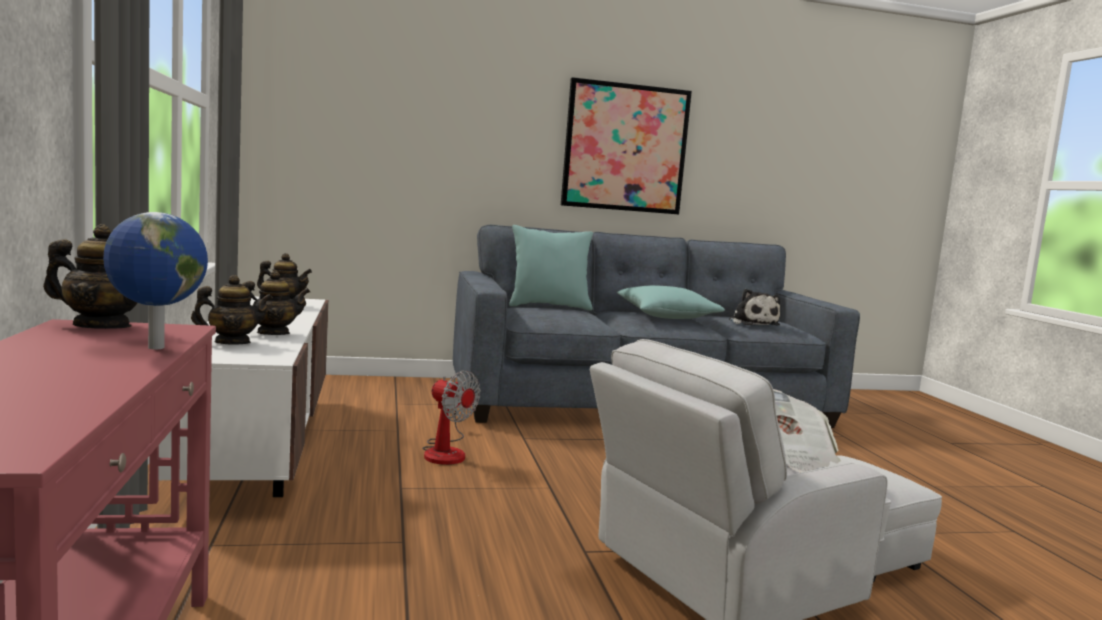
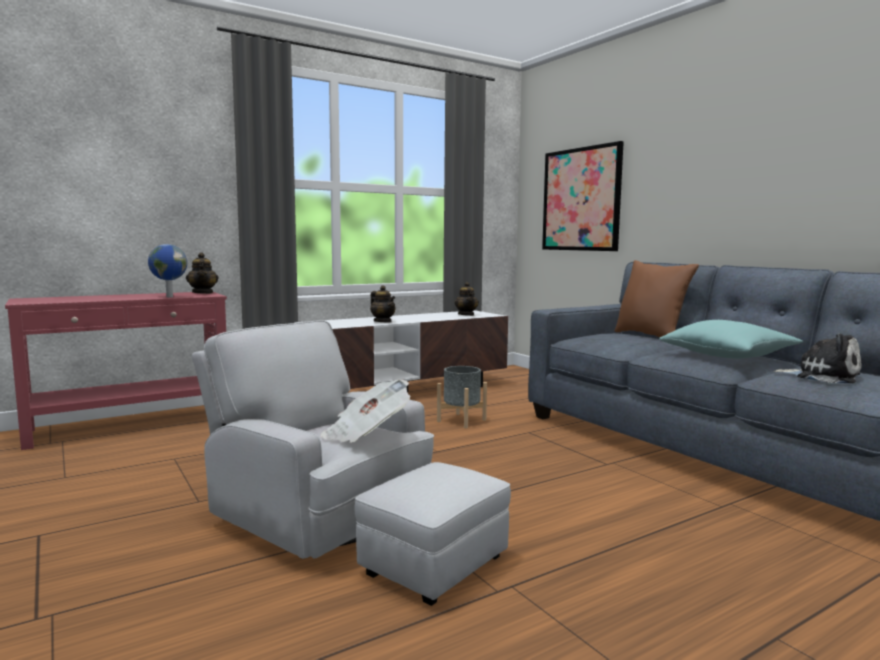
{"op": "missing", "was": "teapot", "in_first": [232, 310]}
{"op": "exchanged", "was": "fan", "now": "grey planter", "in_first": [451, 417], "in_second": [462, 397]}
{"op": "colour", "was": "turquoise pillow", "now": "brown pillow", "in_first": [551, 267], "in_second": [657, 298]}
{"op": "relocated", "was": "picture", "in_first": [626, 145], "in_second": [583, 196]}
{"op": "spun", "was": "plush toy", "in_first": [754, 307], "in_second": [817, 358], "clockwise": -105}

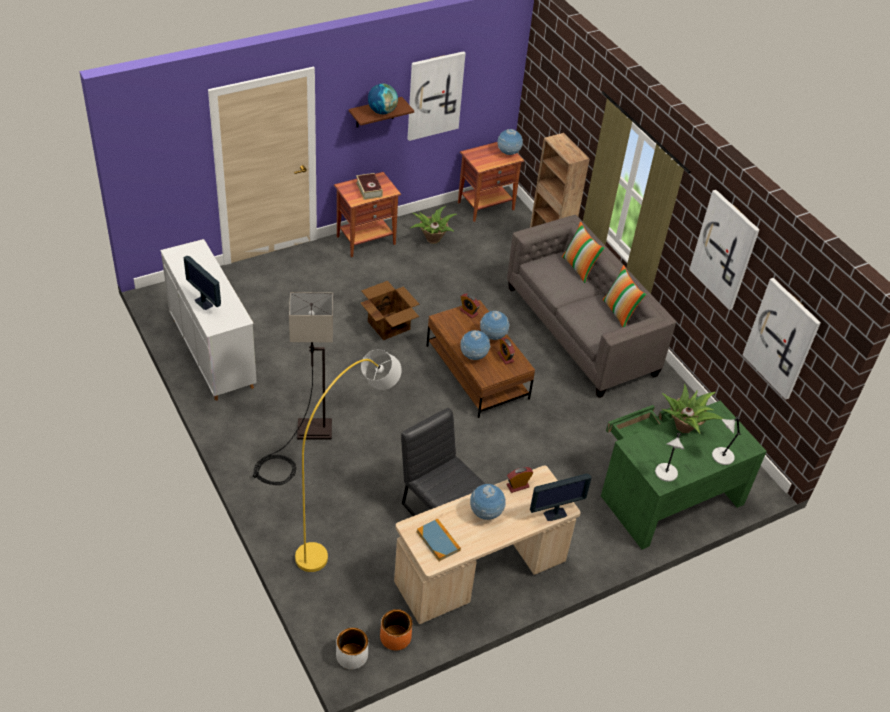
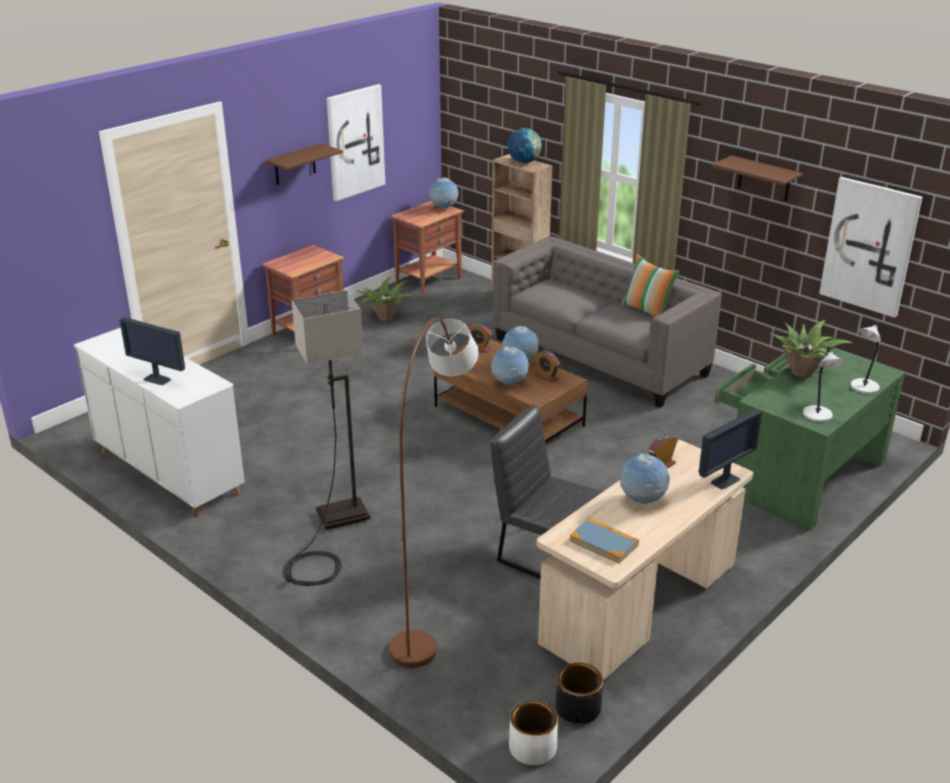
{"op": "colour", "was": "yellow floor lamp", "now": "brown floor lamp", "in_first": [348, 460], "in_second": [434, 493]}
{"op": "missing", "was": "book", "in_first": [369, 186]}
{"op": "missing", "was": "cardboard box", "in_first": [389, 310]}
{"op": "relocated", "was": "globe", "in_first": [383, 99], "in_second": [525, 145]}
{"op": "colour", "was": "orange planter", "now": "black planter", "in_first": [396, 629], "in_second": [579, 693]}
{"op": "missing", "was": "pillow", "in_first": [583, 252]}
{"op": "exchanged", "was": "picture", "now": "brown shelf", "in_first": [724, 250], "in_second": [757, 178]}

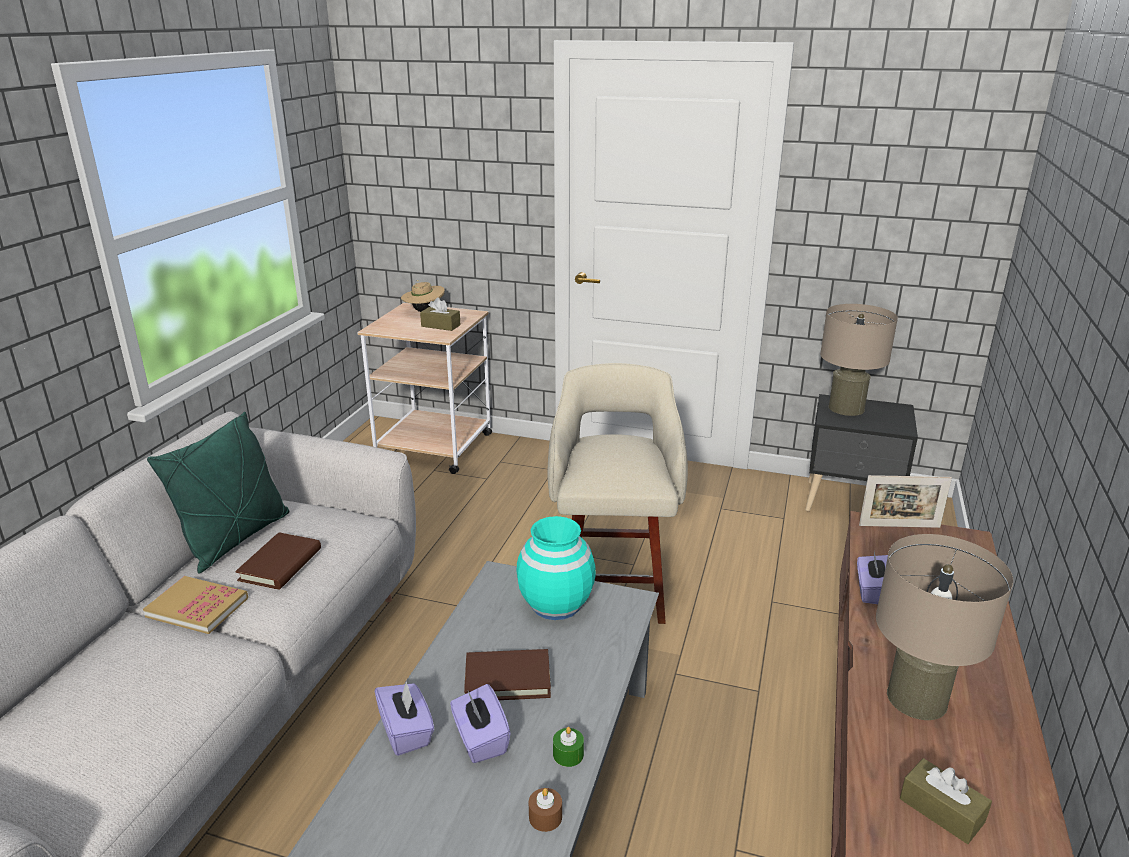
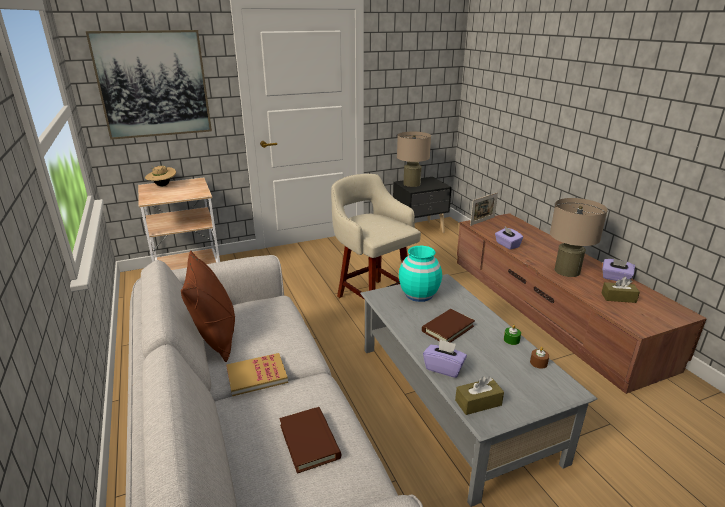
{"op": "colour", "was": "green pillow", "now": "brown pillow", "in_first": [218, 493], "in_second": [208, 306]}
{"op": "relocated", "was": "brown book", "in_first": [278, 561], "in_second": [310, 440]}
{"op": "relocated", "was": "brown tissue box", "in_first": [440, 314], "in_second": [479, 395]}
{"op": "relocated", "was": "purple tissue box", "in_first": [480, 723], "in_second": [618, 270]}
{"op": "appeared", "now": "picture", "in_second": [149, 85]}

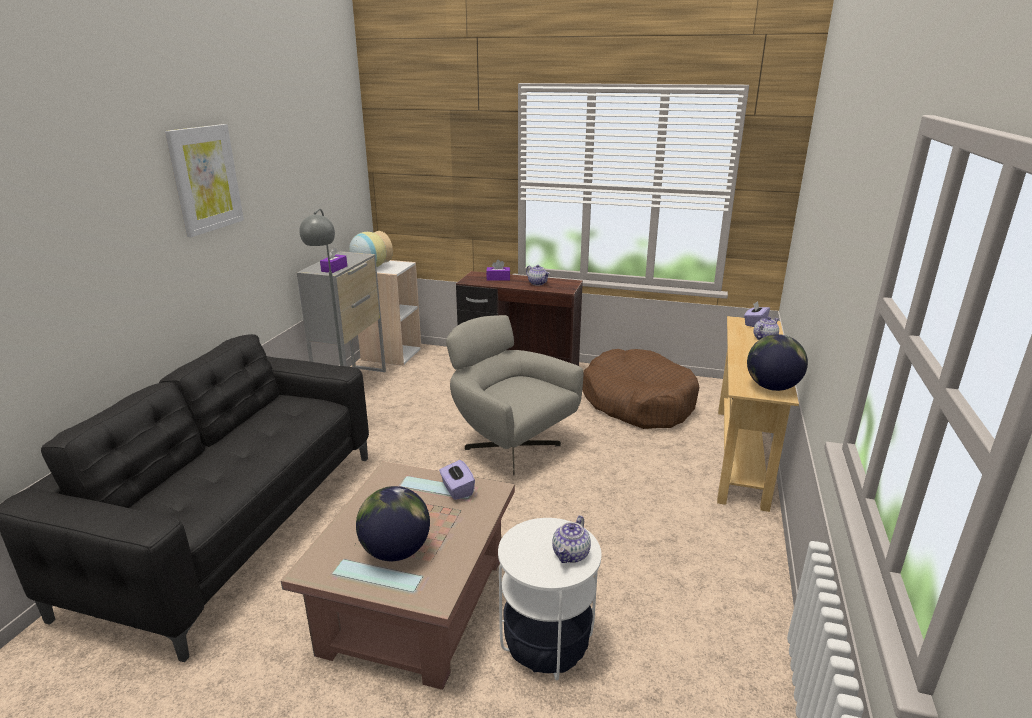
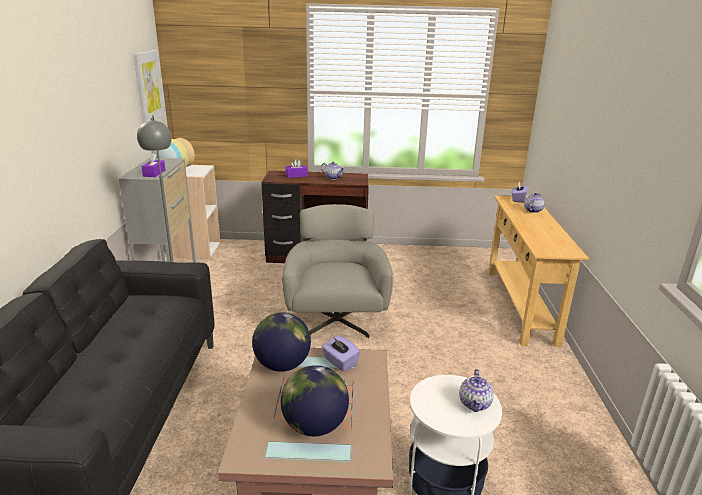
{"op": "relocated", "was": "picture", "in_first": [204, 180], "in_second": [149, 86]}
{"op": "spun", "was": "grey armchair", "in_first": [514, 395], "in_second": [337, 271], "clockwise": 60}
{"op": "missing", "was": "brown dog bed", "in_first": [640, 389]}
{"op": "relocated", "was": "globe", "in_first": [777, 362], "in_second": [281, 342]}

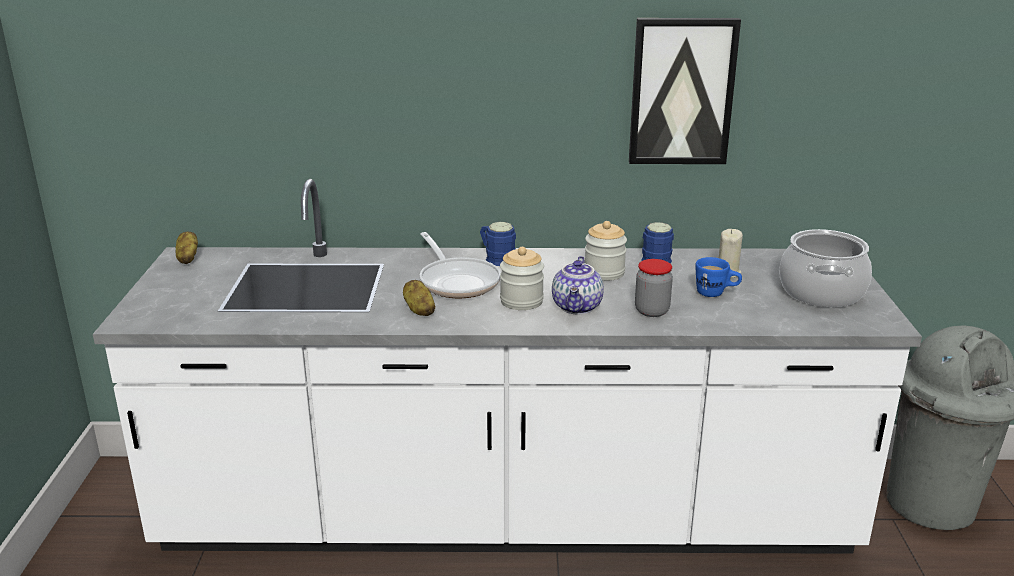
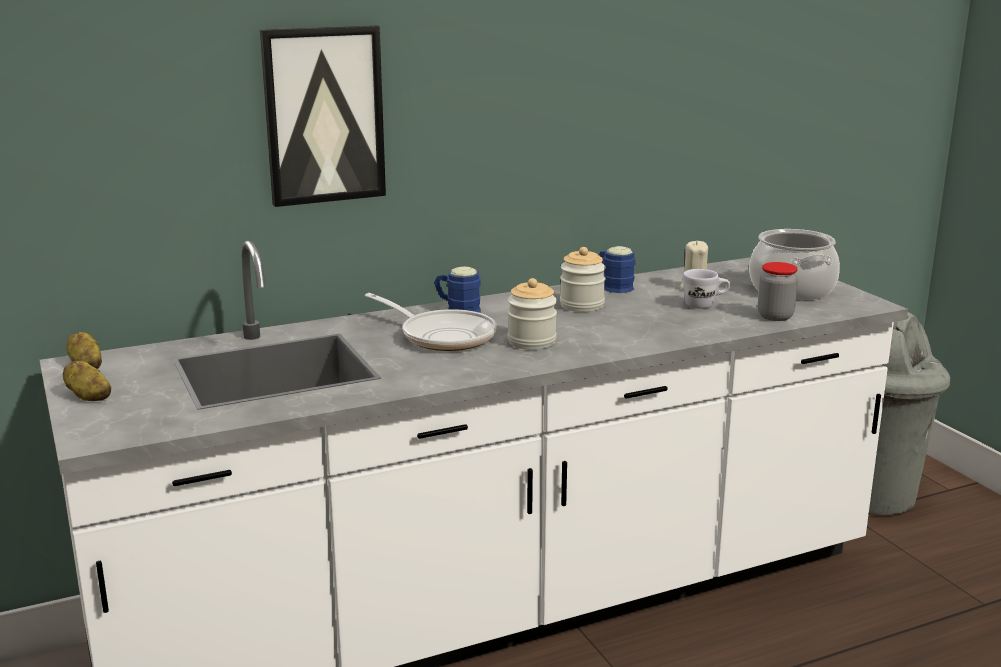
{"op": "relocated", "was": "potato", "in_first": [419, 298], "in_second": [87, 381]}
{"op": "missing", "was": "teapot", "in_first": [578, 285]}
{"op": "relocated", "was": "picture", "in_first": [685, 91], "in_second": [323, 116]}
{"op": "relocated", "was": "jar", "in_first": [654, 288], "in_second": [778, 291]}
{"op": "colour", "was": "blue mug", "now": "white mug", "in_first": [718, 277], "in_second": [706, 289]}

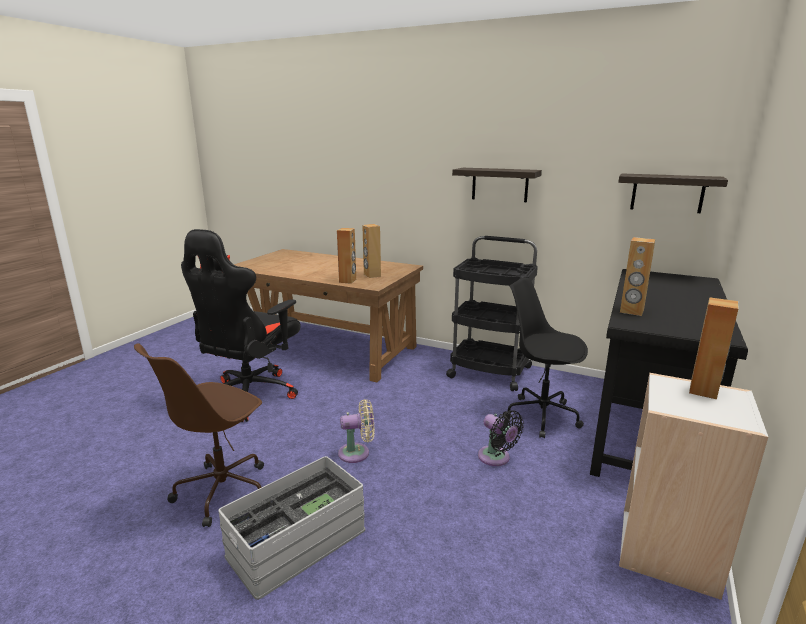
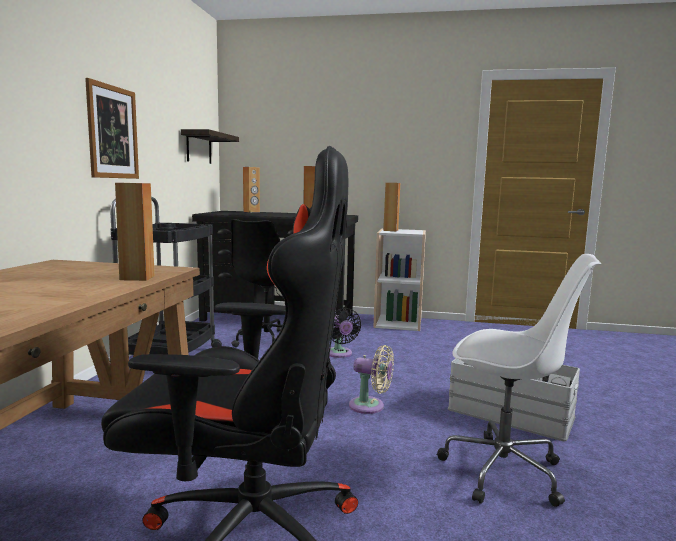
{"op": "colour", "was": "brown office chair", "now": "white office chair", "in_first": [199, 435], "in_second": [519, 380]}
{"op": "spun", "was": "beige fan", "in_first": [356, 431], "in_second": [371, 379], "clockwise": 135}
{"op": "relocated", "was": "brown speaker", "in_first": [371, 251], "in_second": [251, 189]}
{"op": "exchanged", "was": "shelf", "now": "picture", "in_first": [497, 185], "in_second": [112, 128]}
{"op": "spun", "was": "black fan", "in_first": [501, 438], "in_second": [345, 333], "clockwise": 120}

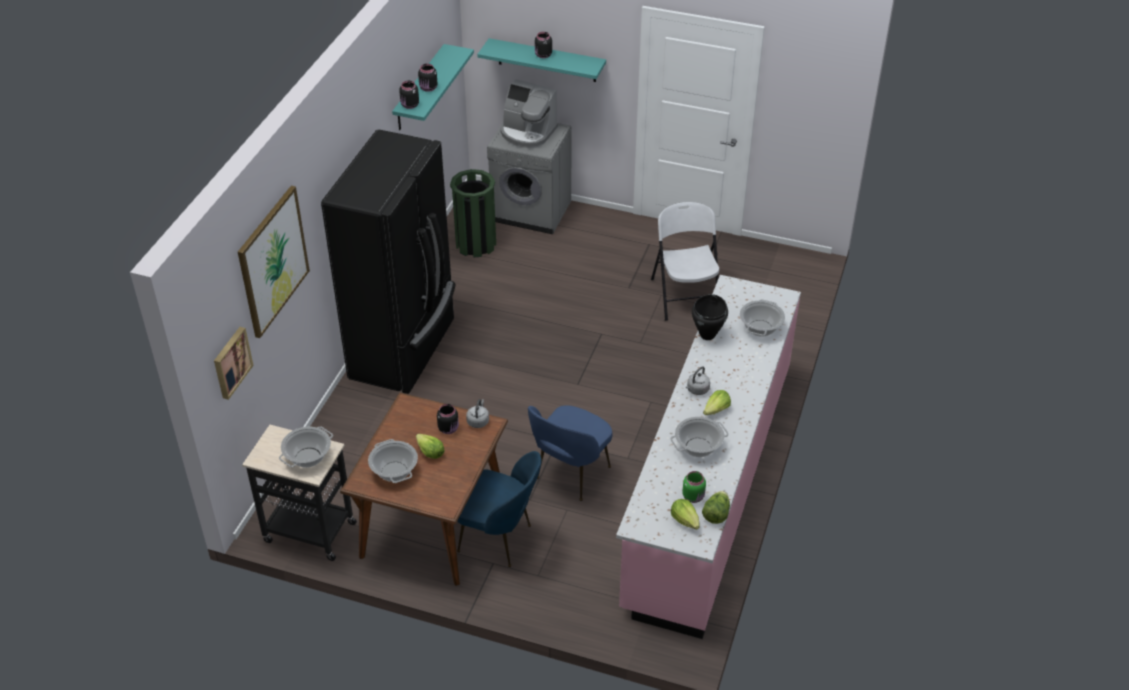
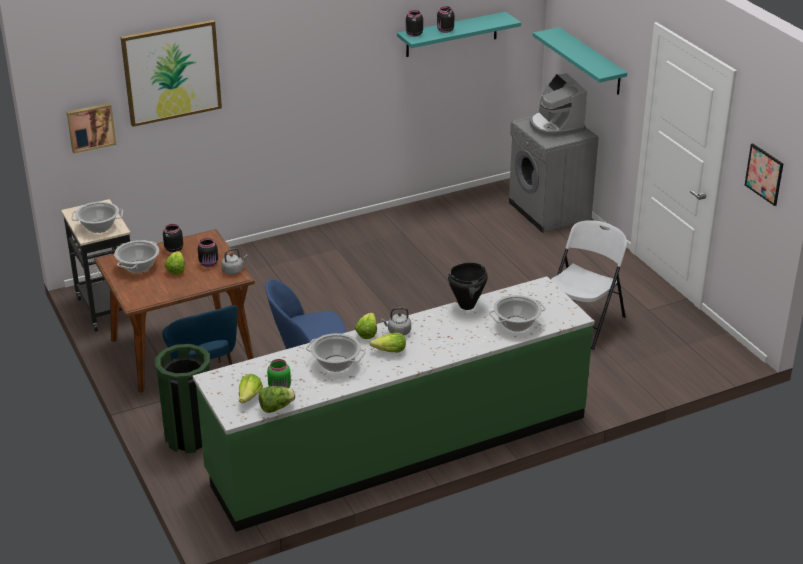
{"op": "missing", "was": "black fridge", "in_first": [388, 261]}
{"op": "relocated", "was": "green trash can", "in_first": [473, 213], "in_second": [182, 398]}
{"op": "relocated", "was": "black jar", "in_first": [543, 45], "in_second": [173, 238]}
{"op": "colour", "was": "pink counter", "now": "green counter", "in_first": [708, 457], "in_second": [393, 404]}
{"op": "appeared", "now": "lettuce", "in_second": [366, 326]}
{"op": "appeared", "now": "picture", "in_second": [764, 174]}

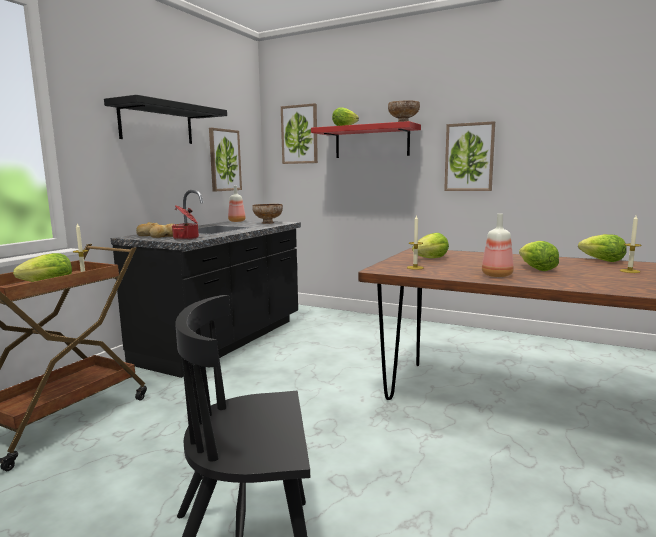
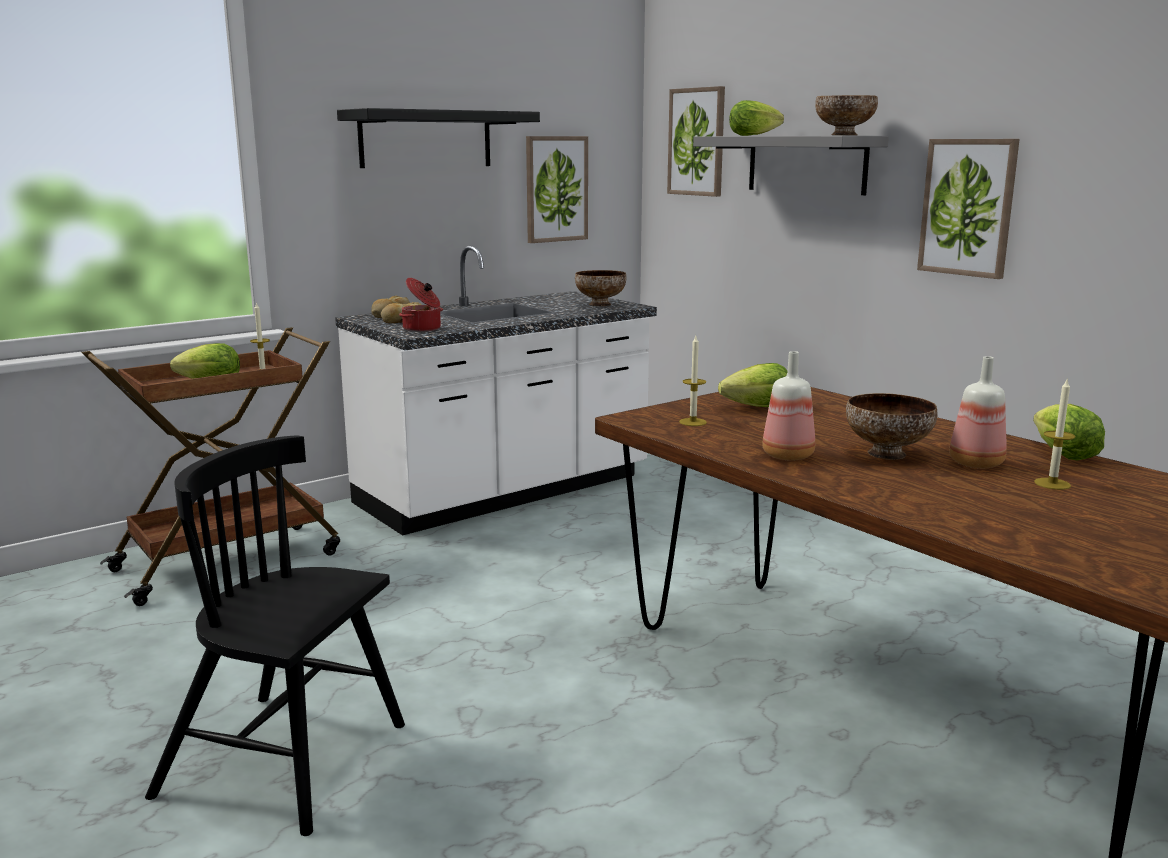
{"op": "colour", "was": "black counter", "now": "white counter", "in_first": [206, 284], "in_second": [496, 390]}
{"op": "relocated", "was": "bottle", "in_first": [237, 204], "in_second": [978, 412]}
{"op": "colour", "was": "red shelf", "now": "grey shelf", "in_first": [366, 139], "in_second": [791, 165]}
{"op": "exchanged", "was": "lettuce", "now": "bowl", "in_first": [539, 256], "in_second": [892, 426]}

